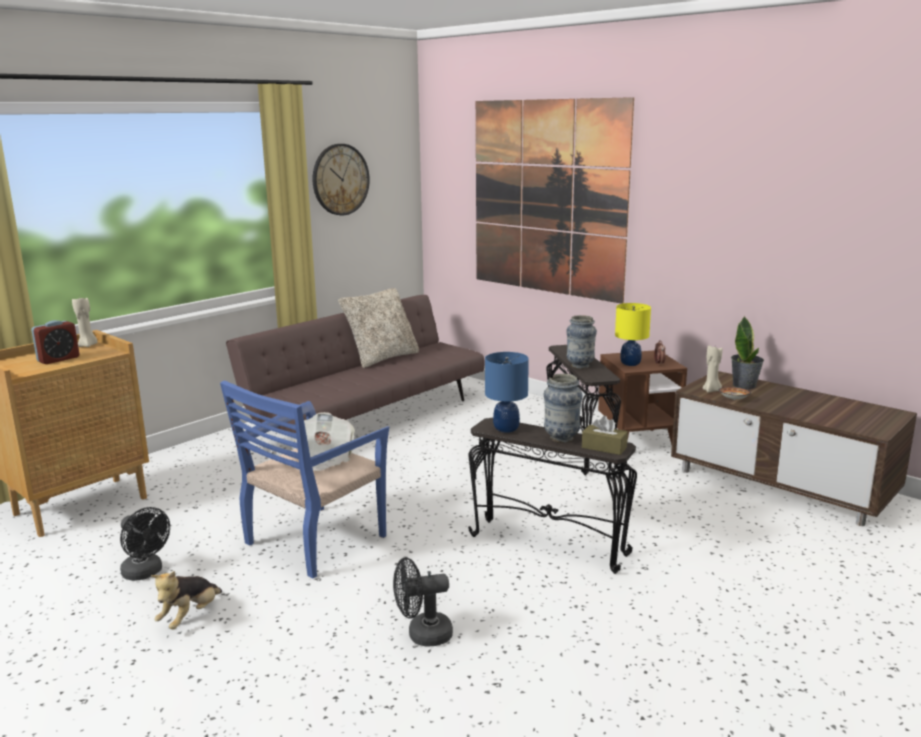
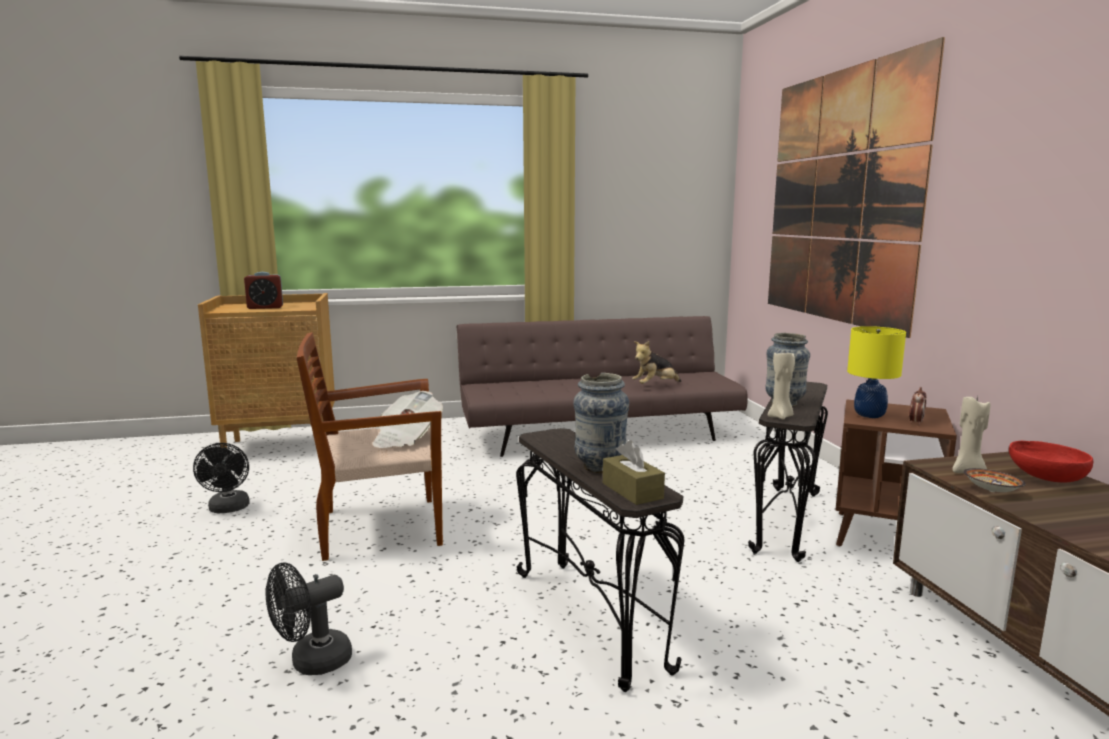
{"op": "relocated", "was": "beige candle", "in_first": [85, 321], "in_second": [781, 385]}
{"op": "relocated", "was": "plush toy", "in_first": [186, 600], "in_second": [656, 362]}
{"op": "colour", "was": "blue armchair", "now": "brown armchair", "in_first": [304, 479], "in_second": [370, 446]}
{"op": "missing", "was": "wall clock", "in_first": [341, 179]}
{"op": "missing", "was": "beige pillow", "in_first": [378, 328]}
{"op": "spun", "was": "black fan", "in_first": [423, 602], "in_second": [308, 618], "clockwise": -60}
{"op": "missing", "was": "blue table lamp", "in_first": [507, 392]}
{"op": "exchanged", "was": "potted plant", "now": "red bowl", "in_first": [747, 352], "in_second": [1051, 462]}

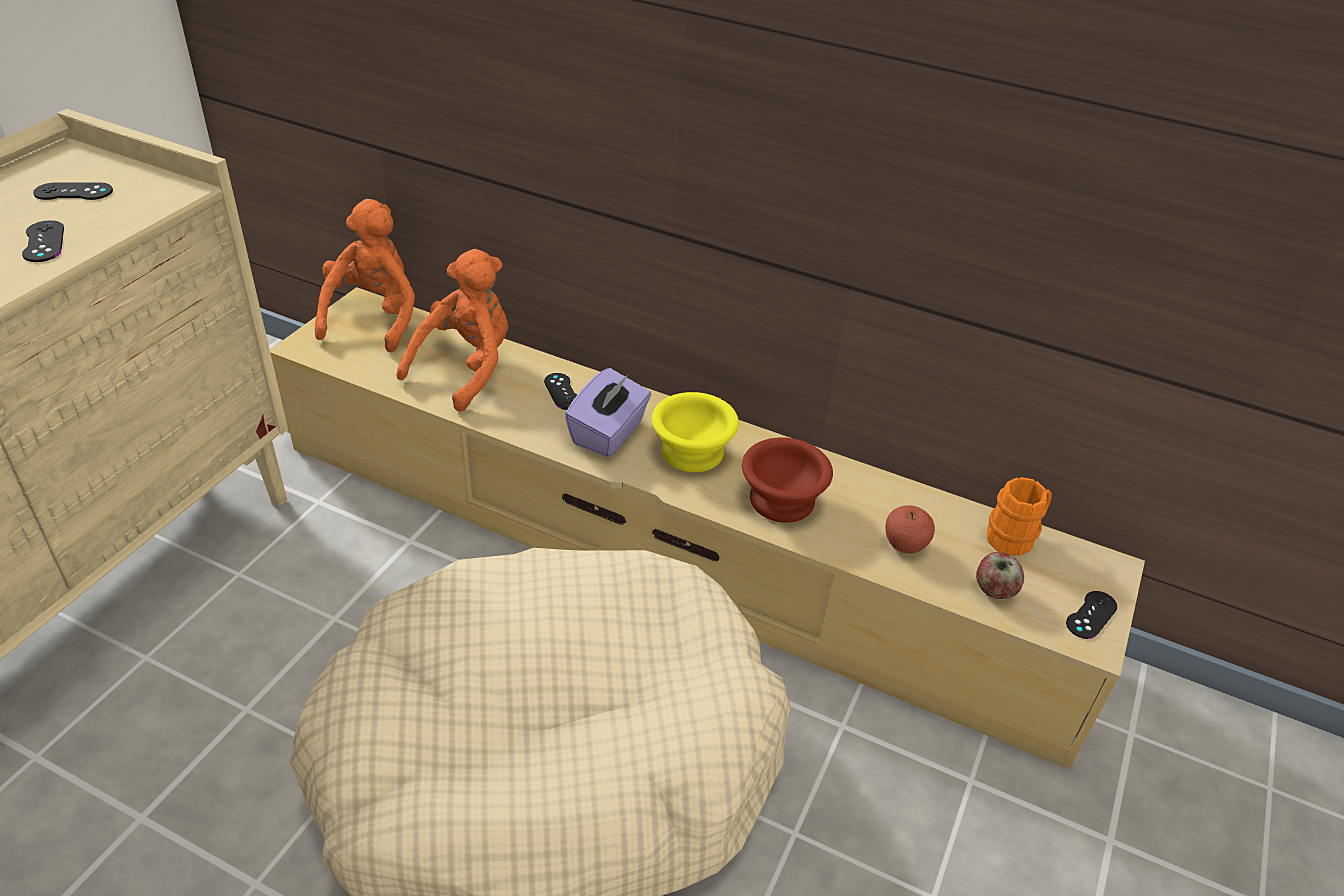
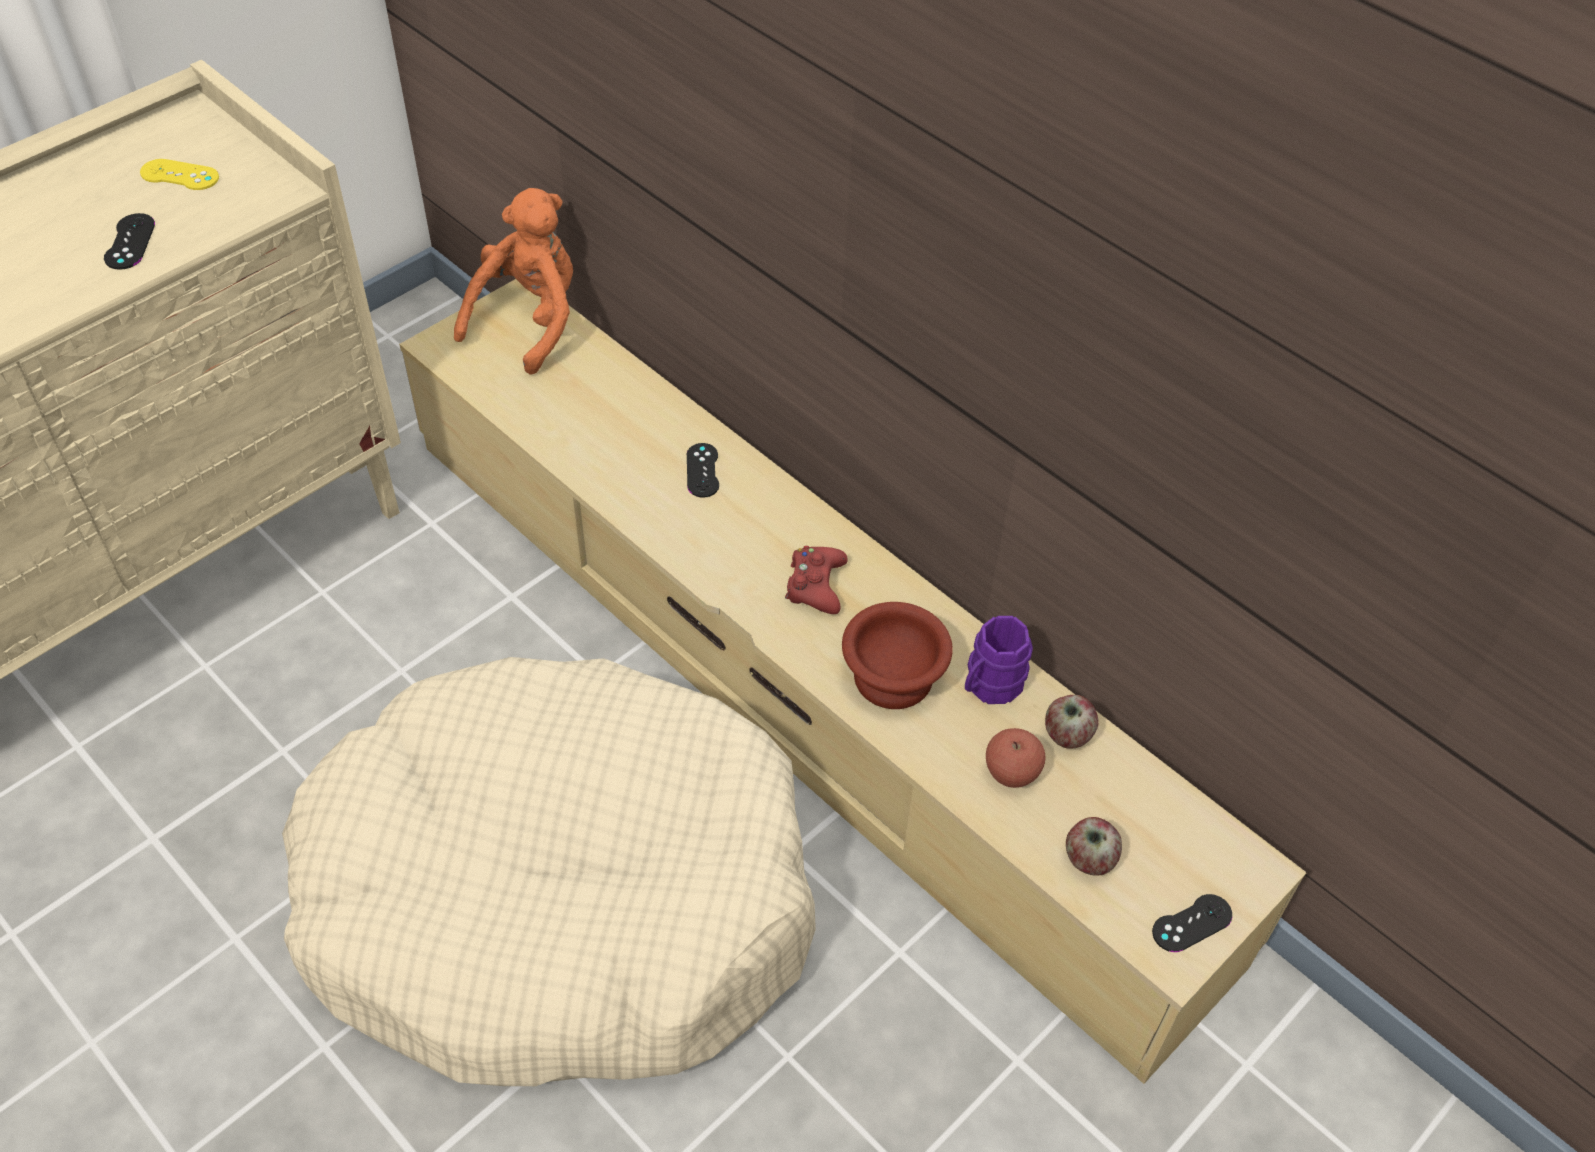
{"op": "colour", "was": "black game controller", "now": "yellow game controller", "in_first": [73, 191], "in_second": [179, 174]}
{"op": "missing", "was": "orange plush toy", "in_first": [452, 330]}
{"op": "missing", "was": "purple tissue box", "in_first": [608, 412]}
{"op": "exchanged", "was": "yellow bowl", "now": "red game controller", "in_first": [695, 432], "in_second": [816, 580]}
{"op": "missing", "was": "orange mug", "in_first": [1019, 516]}
{"op": "appeared", "now": "purple mug", "in_second": [999, 660]}
{"op": "appeared", "now": "apple", "in_second": [1071, 722]}

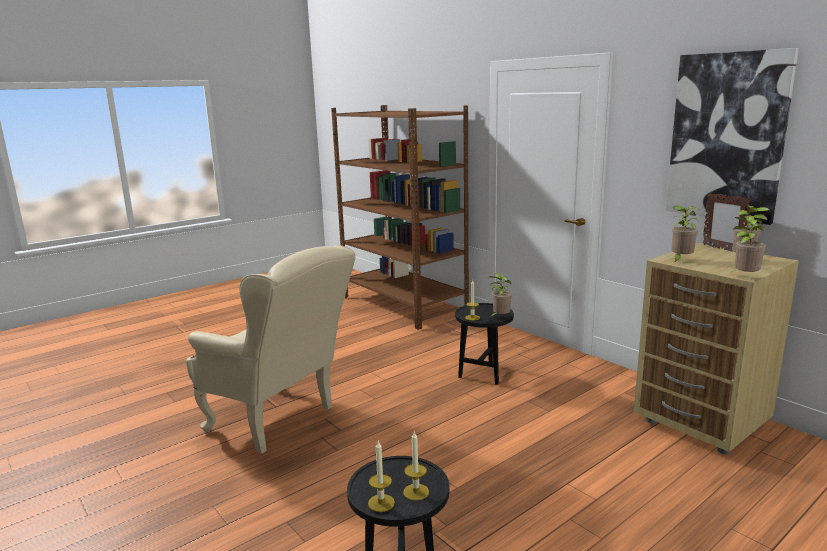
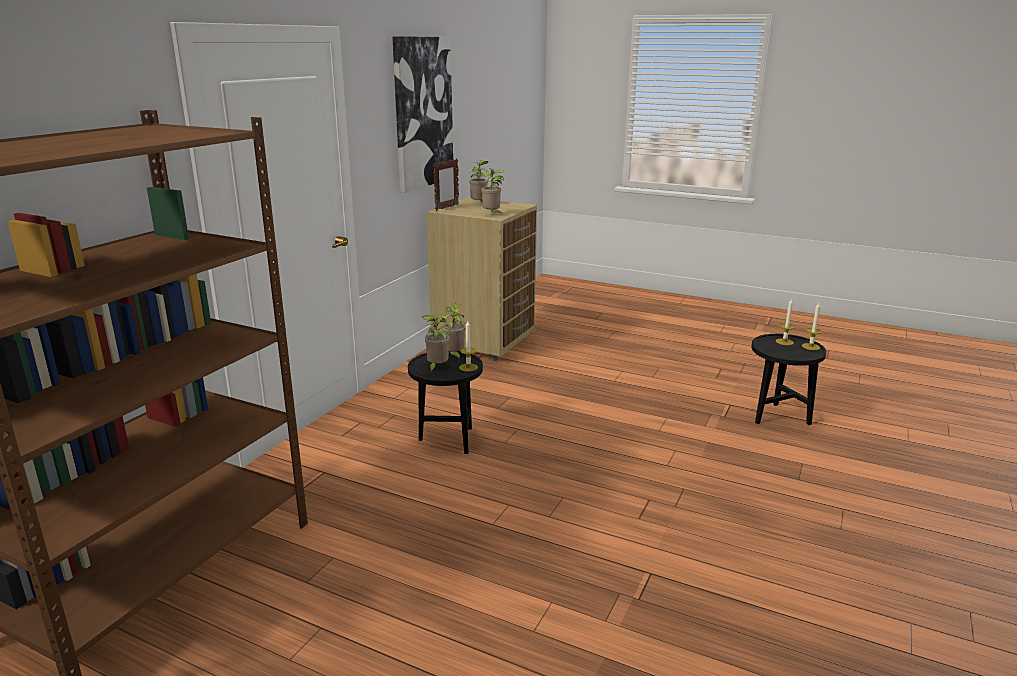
{"op": "missing", "was": "beige armchair", "in_first": [270, 349]}
{"op": "relocated", "was": "potted plant", "in_first": [747, 245], "in_second": [436, 343]}

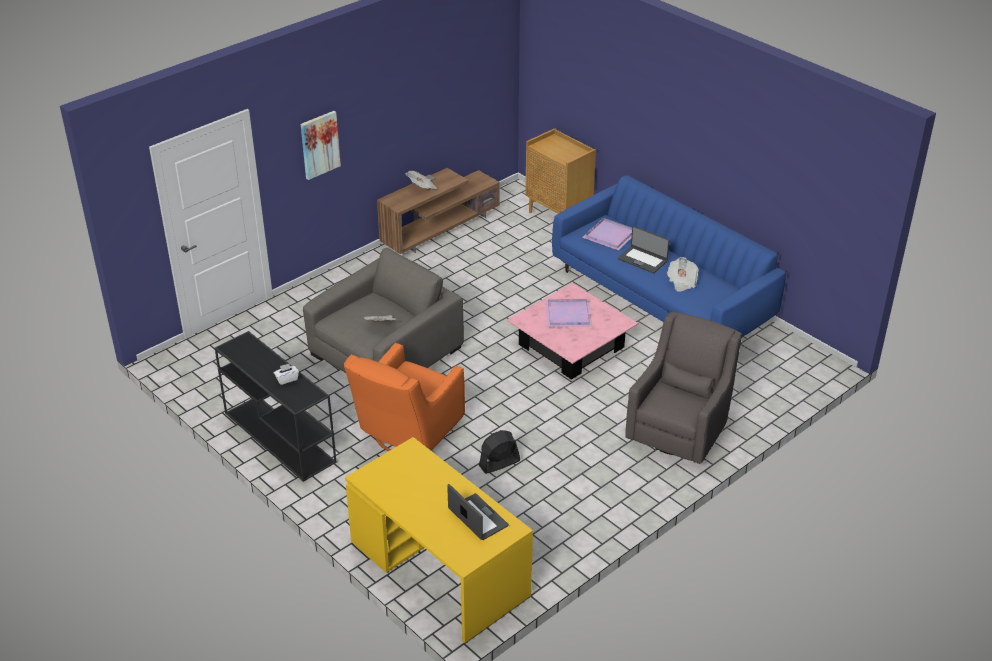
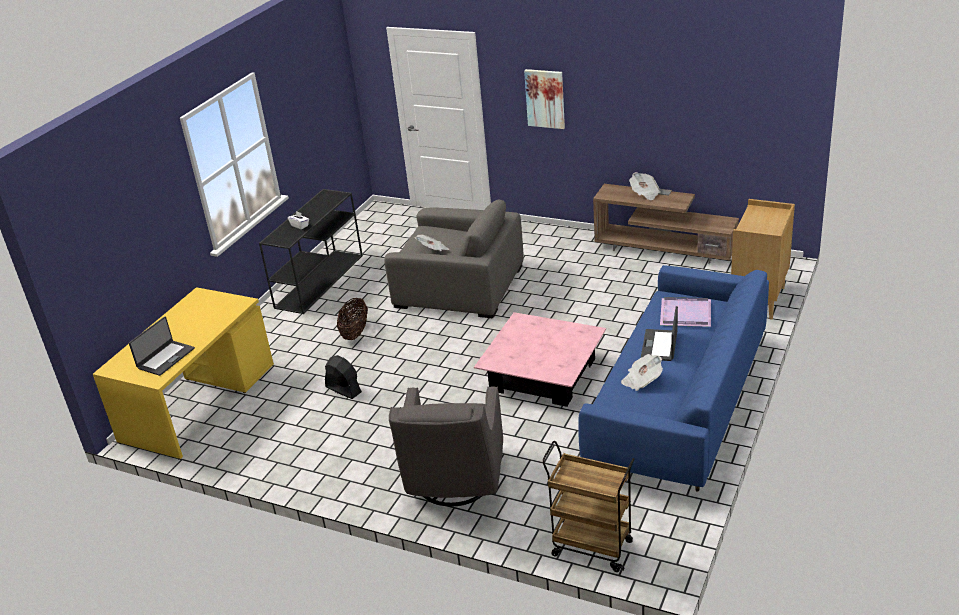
{"op": "exchanged", "was": "orange armchair", "now": "basket", "in_first": [404, 397], "in_second": [352, 319]}
{"op": "missing", "was": "purple tray", "in_first": [568, 313]}
{"op": "spun", "was": "grey armchair", "in_first": [683, 388], "in_second": [446, 446], "clockwise": 90}
{"op": "appeared", "now": "brown cart", "in_second": [588, 506]}

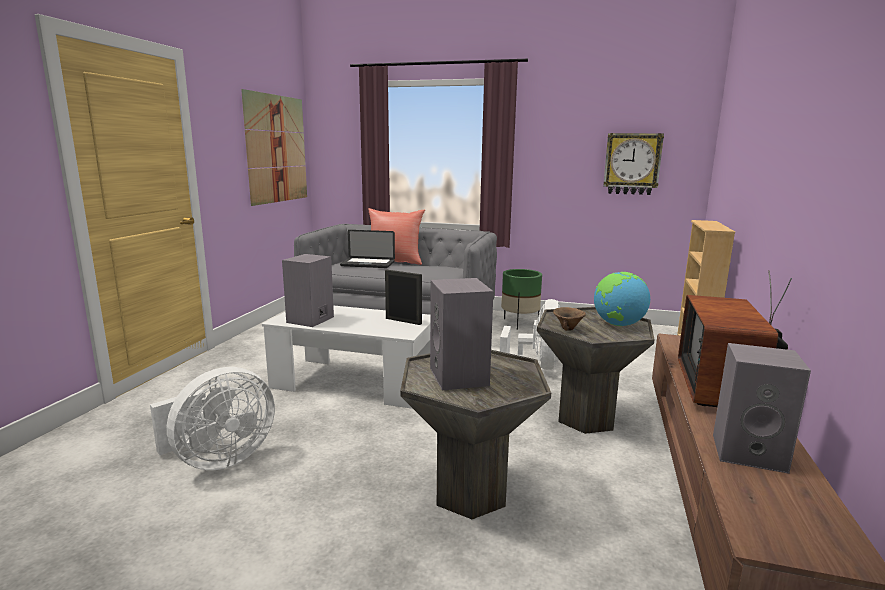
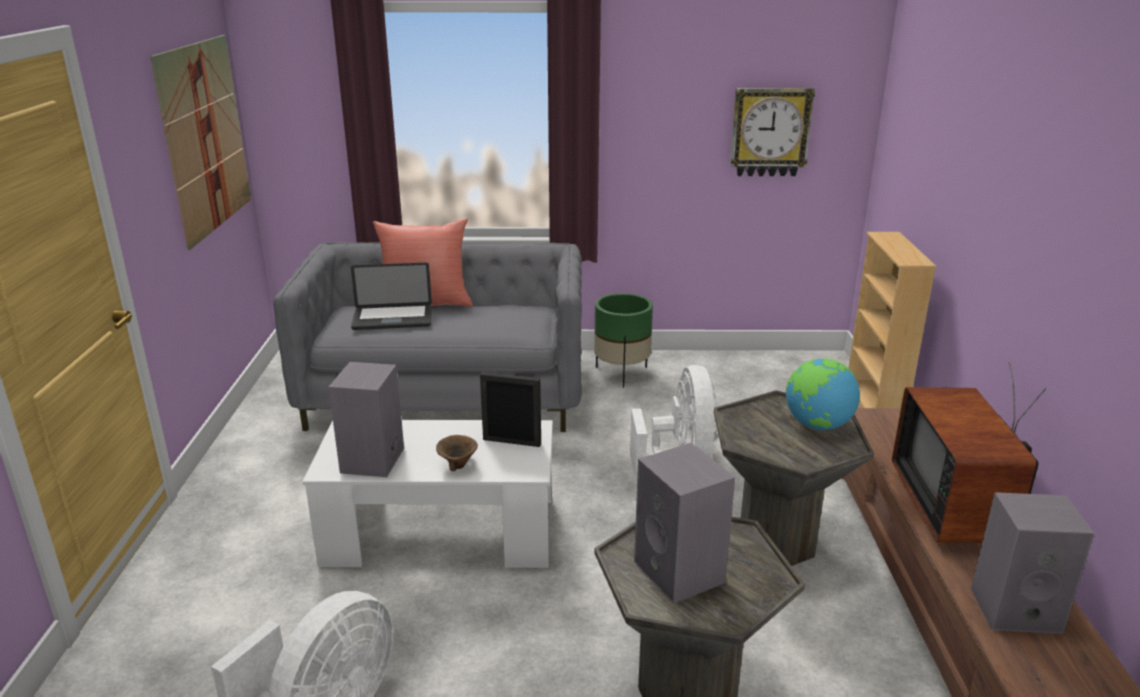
{"op": "relocated", "was": "brown bowl", "in_first": [569, 319], "in_second": [457, 453]}

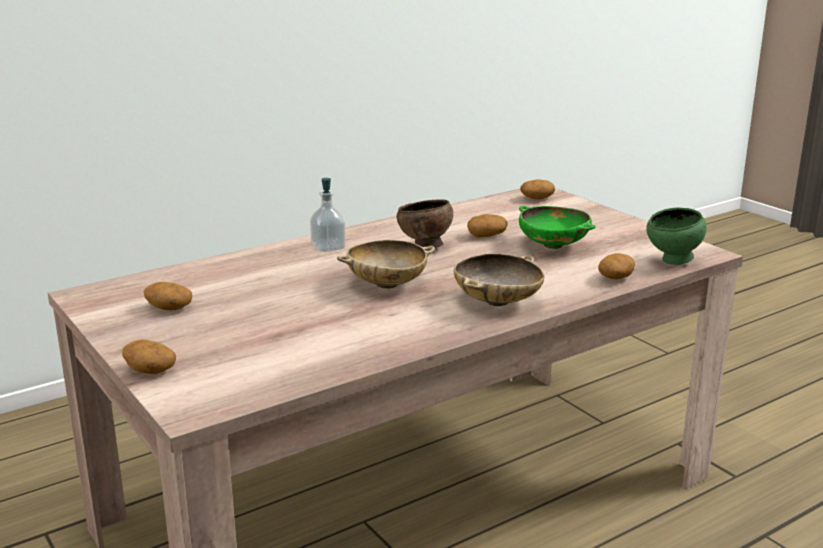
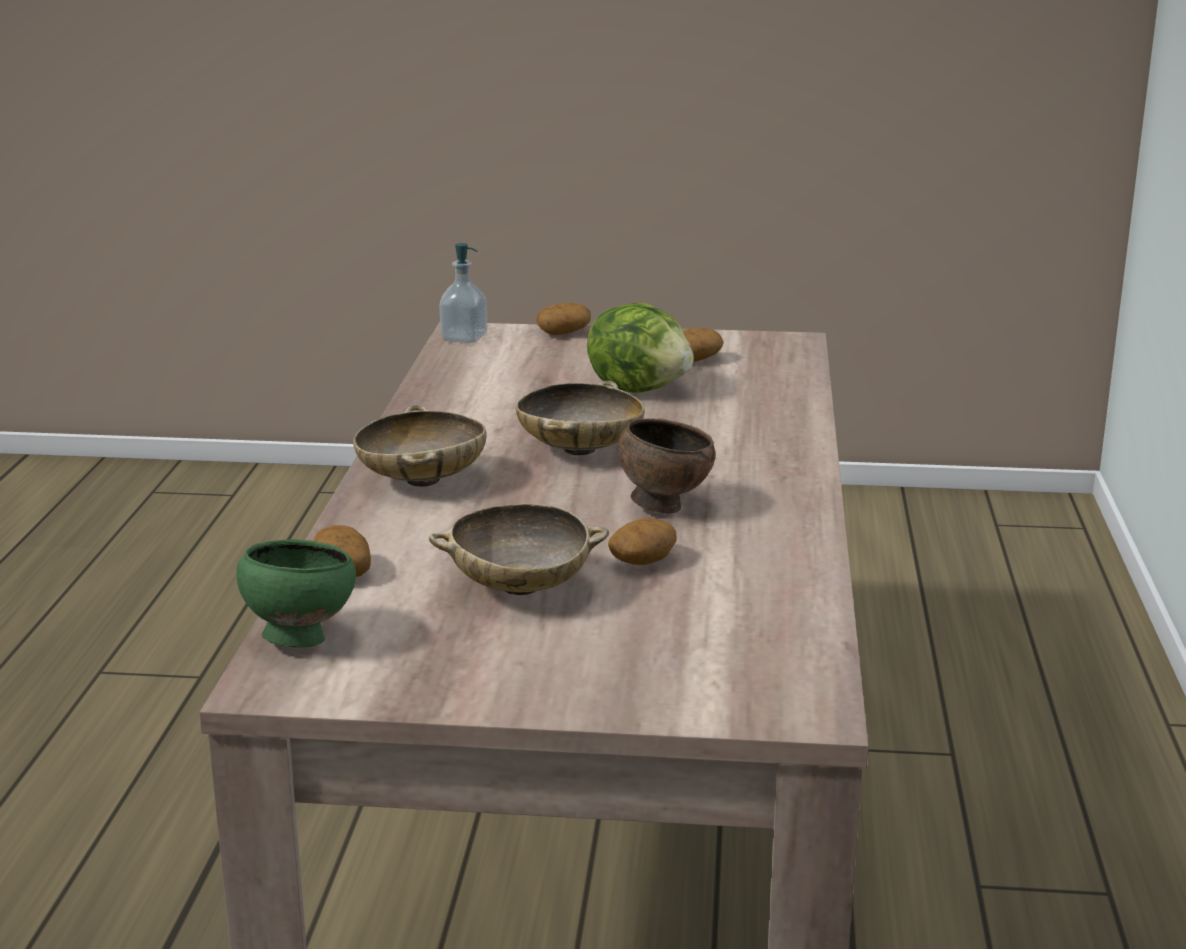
{"op": "relocated", "was": "soap dispenser", "in_first": [328, 215], "in_second": [463, 293]}
{"op": "colour", "was": "green bowl", "now": "beige bowl", "in_first": [557, 227], "in_second": [519, 549]}
{"op": "missing", "was": "potato", "in_first": [537, 190]}
{"op": "appeared", "now": "lettuce", "in_second": [640, 348]}

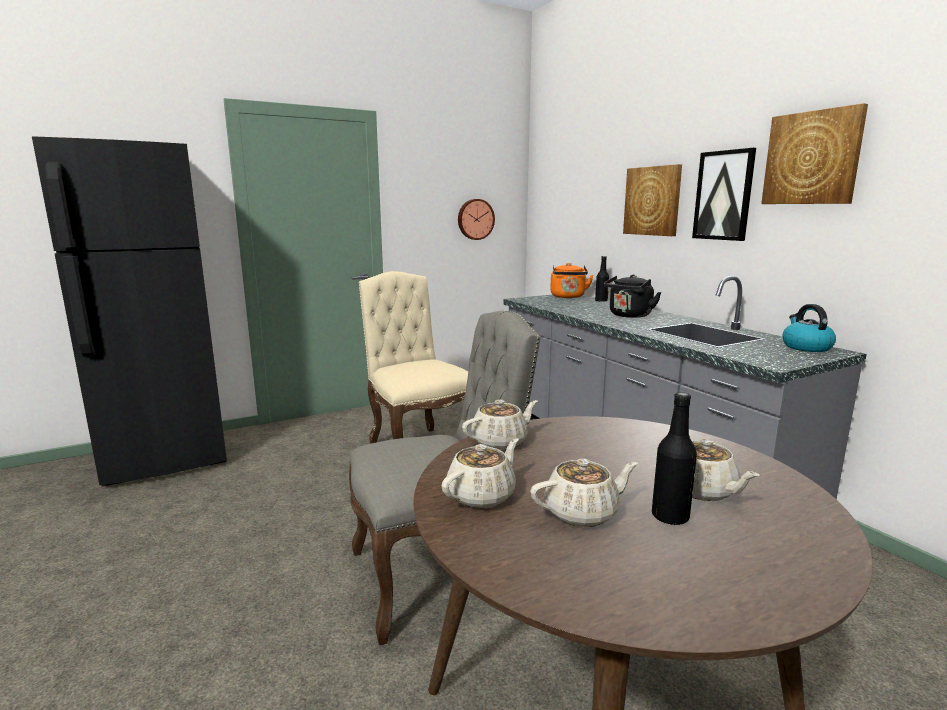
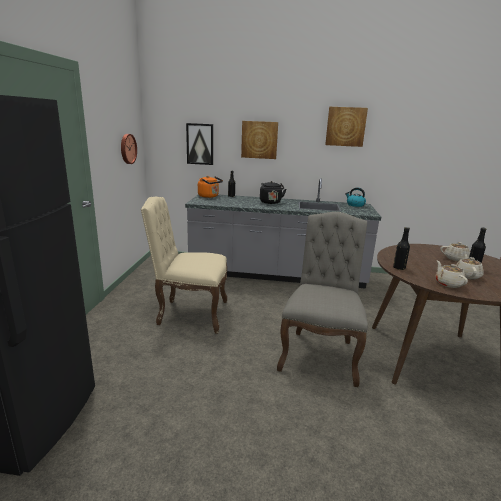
{"op": "exchanged", "was": "beige teapot", "now": "black bottle", "in_first": [500, 424], "in_second": [401, 248]}
{"op": "relocated", "was": "picture", "in_first": [724, 194], "in_second": [199, 144]}

